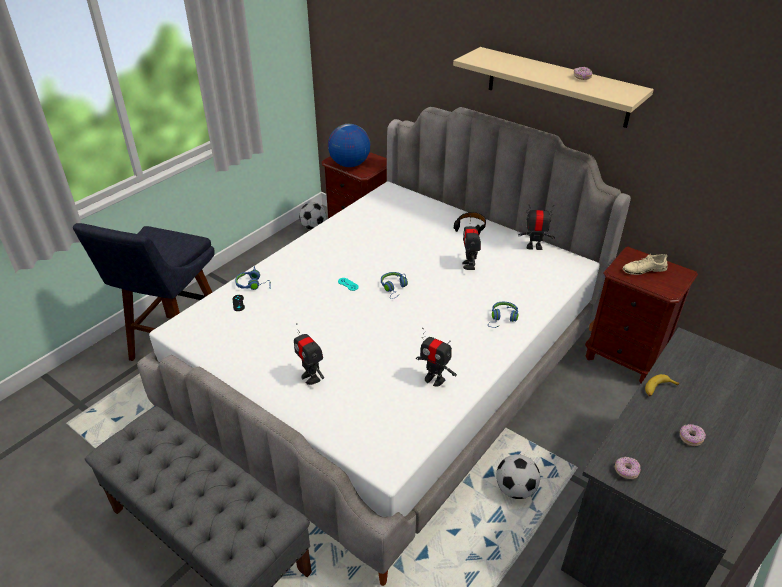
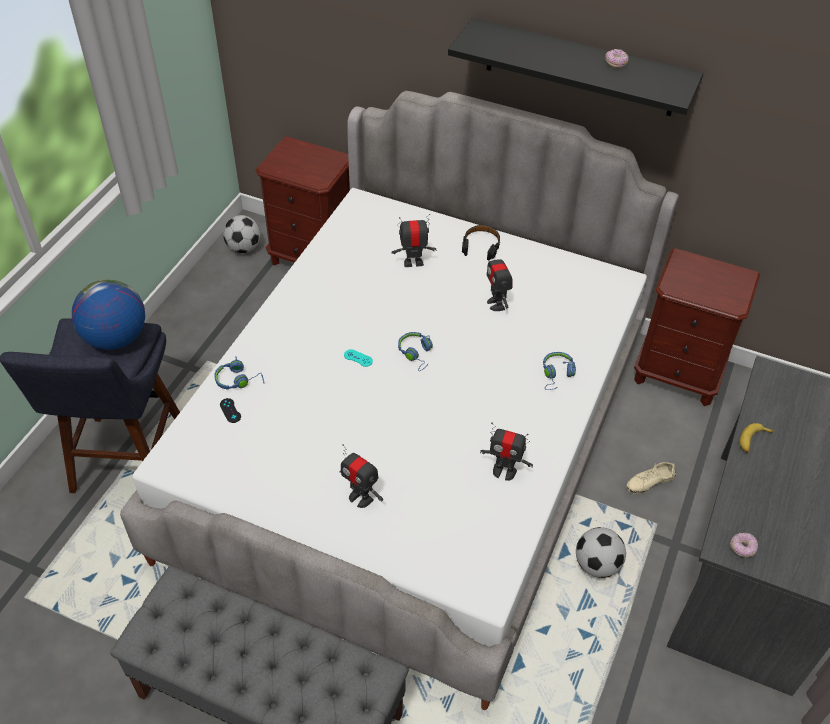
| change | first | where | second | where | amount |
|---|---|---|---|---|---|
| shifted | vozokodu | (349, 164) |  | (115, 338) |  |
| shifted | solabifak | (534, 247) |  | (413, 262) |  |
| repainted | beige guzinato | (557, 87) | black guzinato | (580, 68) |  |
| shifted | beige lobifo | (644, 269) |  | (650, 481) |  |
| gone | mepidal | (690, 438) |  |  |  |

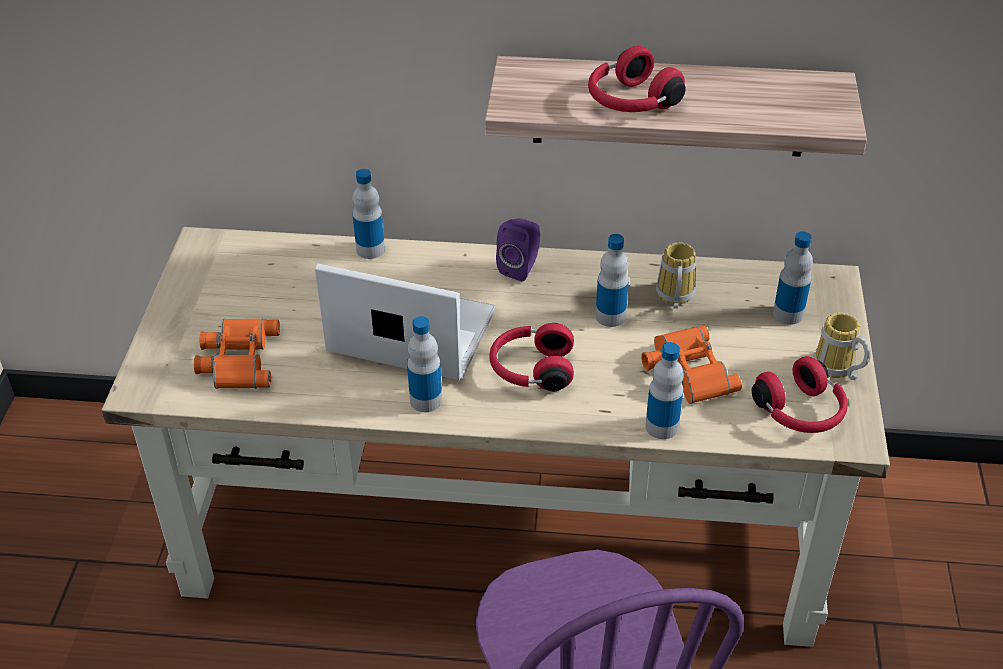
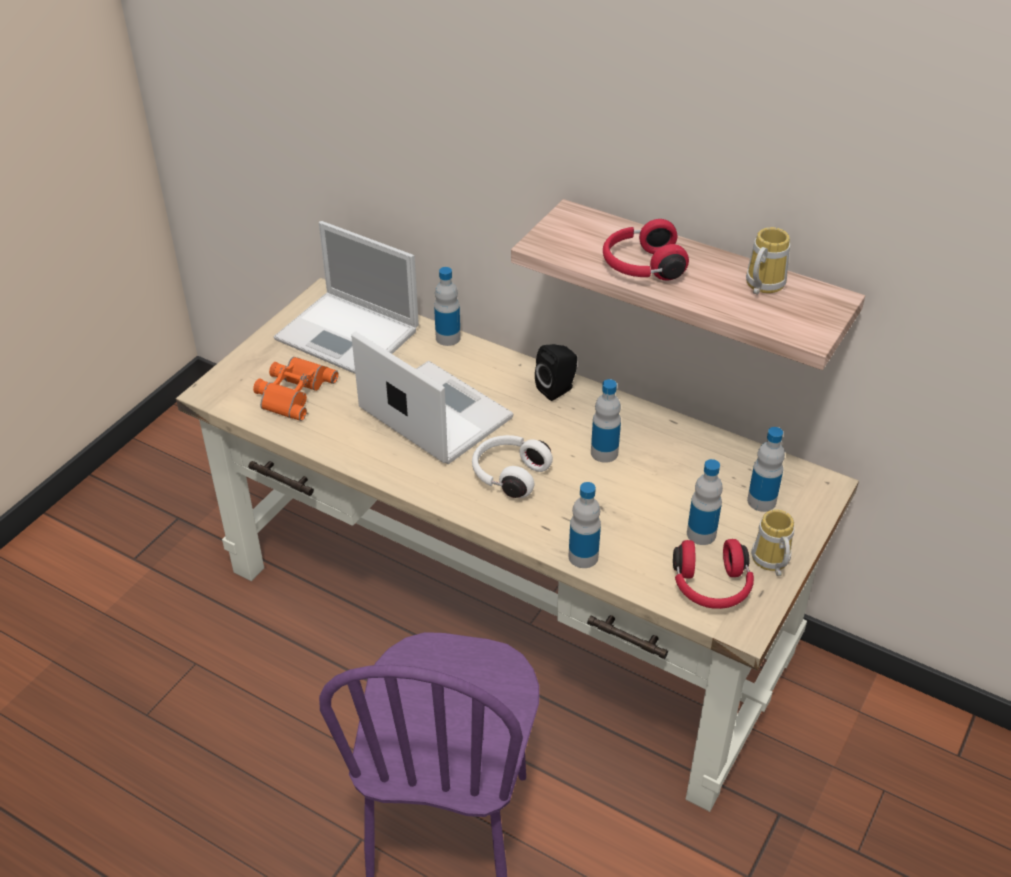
| change | first | where | second | where | amount |
|---|---|---|---|---|---|
| new |  |  | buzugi | (349, 335) |  |
| repainted | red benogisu | (531, 370) | white benogisu | (508, 474) |  |
| repainted | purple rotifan | (521, 267) | black rotifan | (558, 389) |  |
| shifted | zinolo | (426, 400) |  | (701, 534) |  |
| shifted | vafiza | (673, 297) |  | (760, 285) |  |
| gone | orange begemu | (685, 372) |  |  |  |

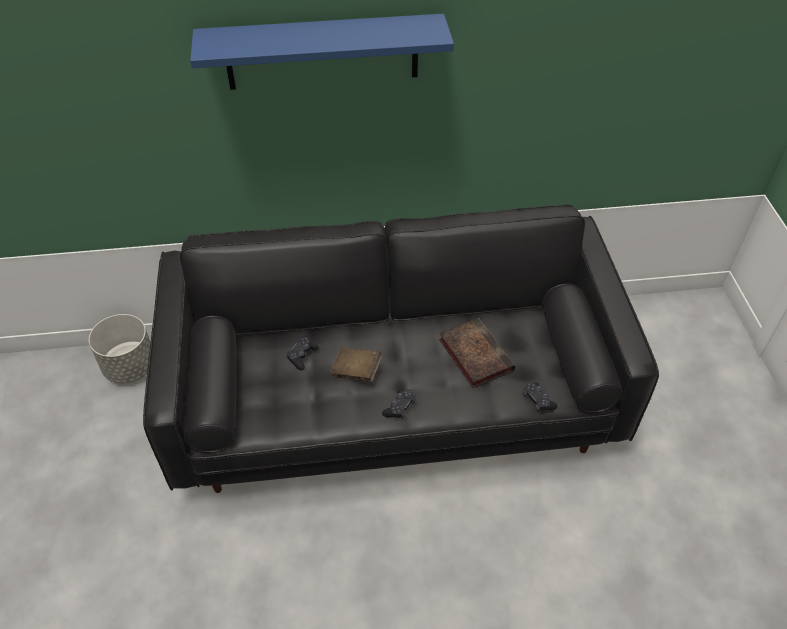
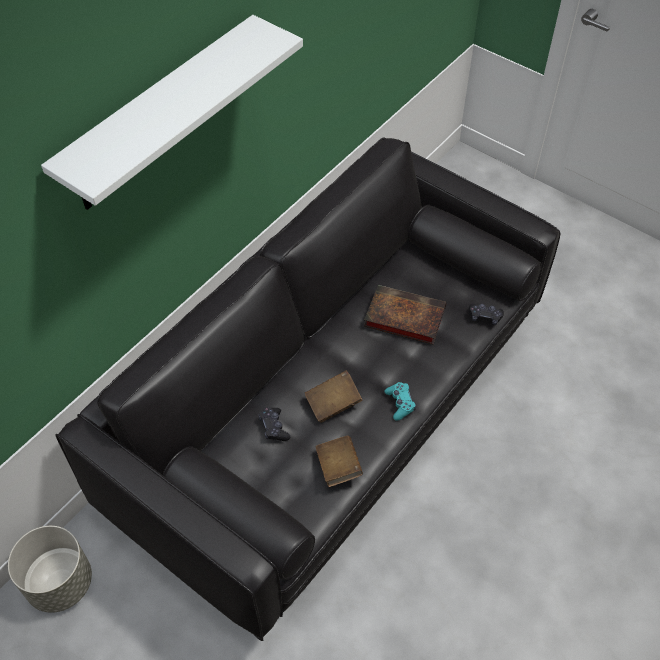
| change | first | where | second | where | amount |
|---|---|---|---|---|---|
| repainted | blue guzinato | (322, 52) | white guzinato | (161, 115) |  |
| new |  |  | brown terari | (338, 467) |  |
| repainted | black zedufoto | (399, 407) | turquoise zedufoto | (400, 403) |  |

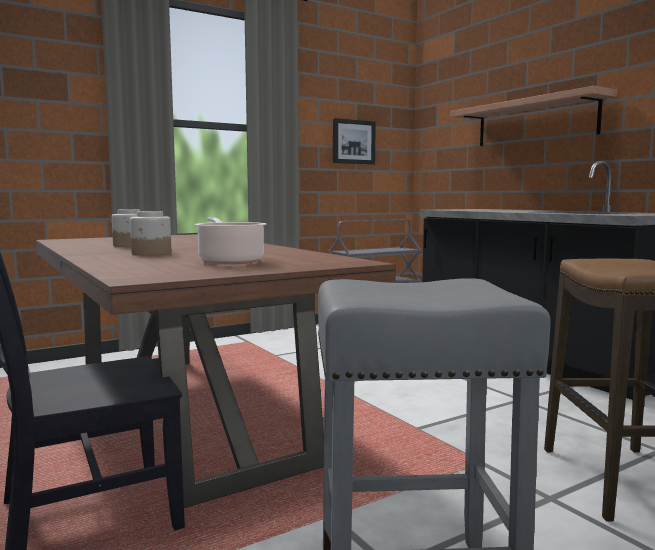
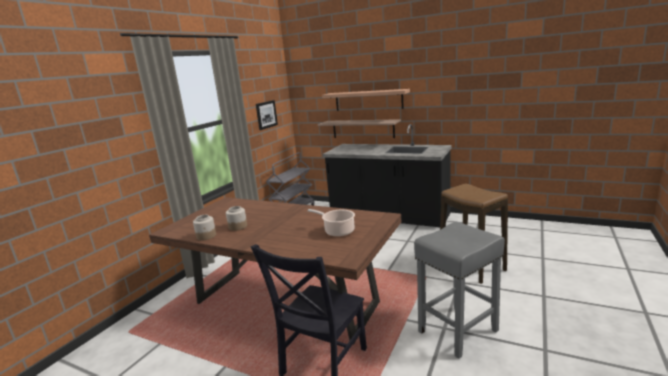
| change | first | where | second | where | amount |
|---|---|---|---|---|---|
| shifted | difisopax | (151, 253) |  | (206, 236) |  |
| new |  |  | guzinato | (363, 129) |  |

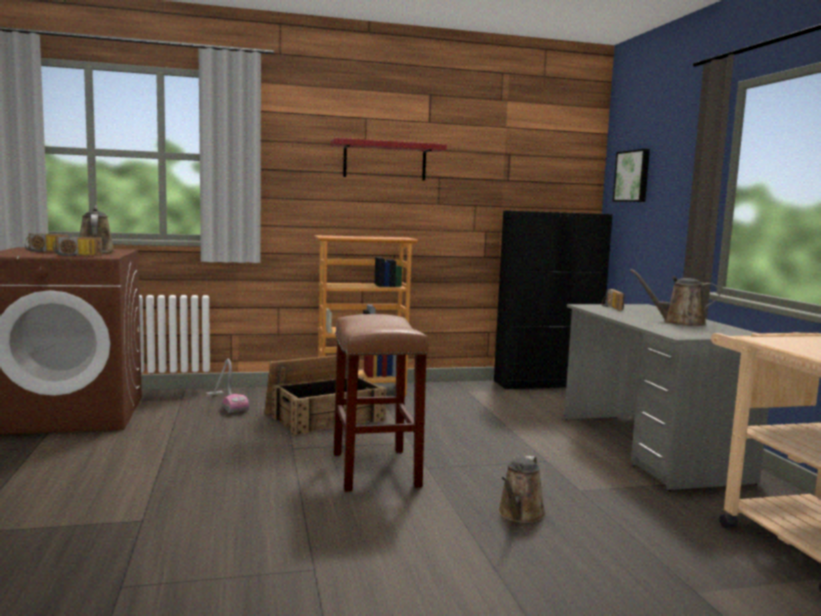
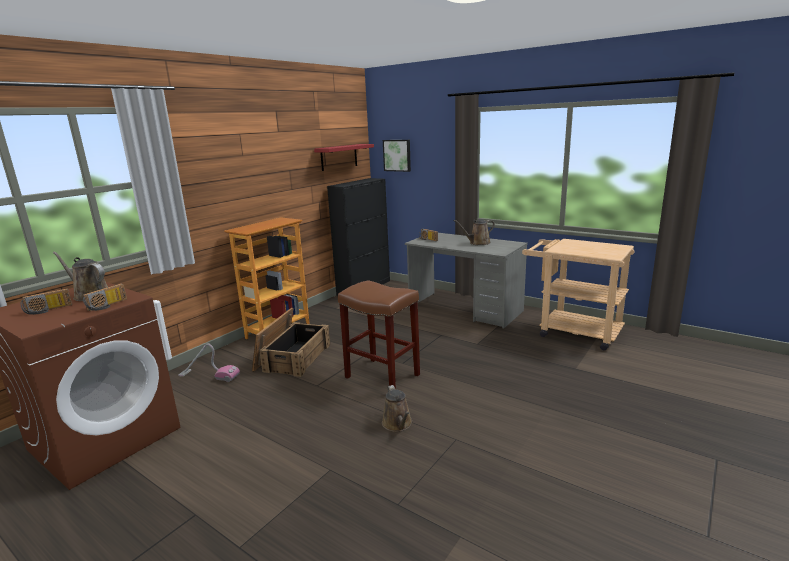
| change | first | where | second | where | amount |
|---|---|---|---|---|---|
| shifted | red guzinato | (385, 161) |  | (339, 157) |  |
| shifted | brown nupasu | (519, 514) |  | (398, 424) |  |

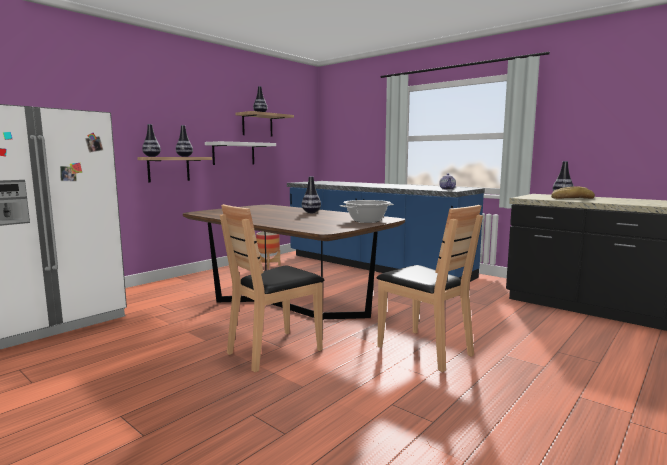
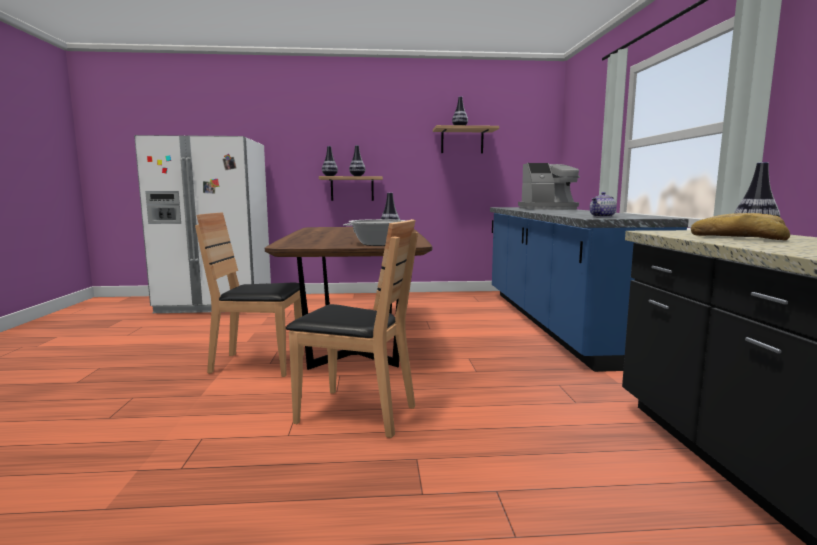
| change | first | where | second | where | amount |
|---|---|---|---|---|---|
| rotated | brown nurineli | (424, 350) |  | (356, 413) | 75 degrees counterclockwise |
| new |  |  | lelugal | (549, 209) |  |
| gone | white guzinato | (233, 153) |  |  |  |
| gone | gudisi | (268, 265) |  |  |  |

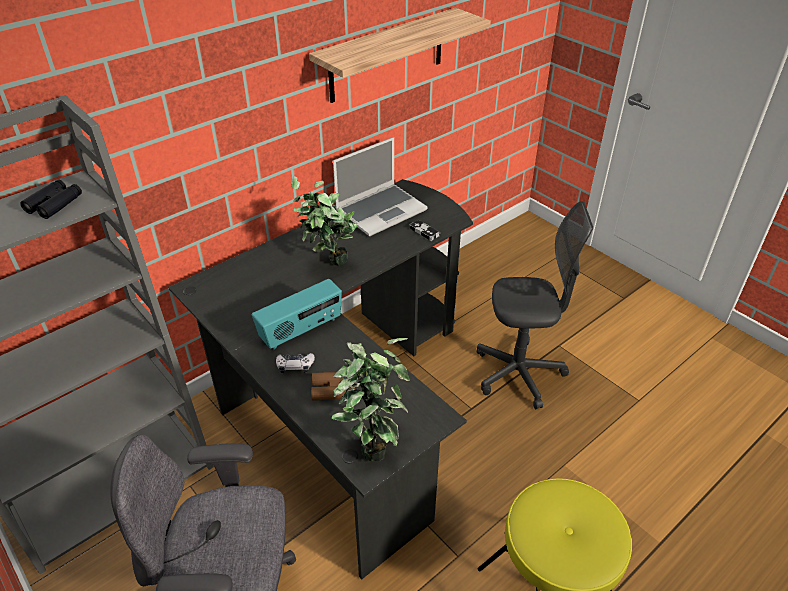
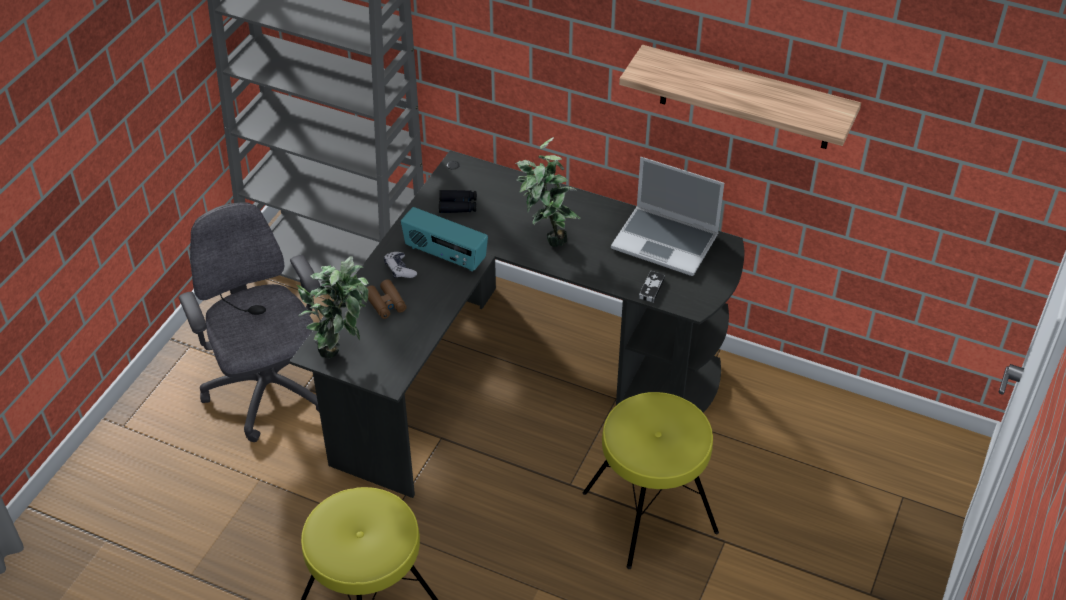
| change | first | where | second | where | amount |
|---|---|---|---|---|---|
| shifted | black begemu | (54, 204) |  | (458, 205) |  |
| swapped | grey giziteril | (518, 373) | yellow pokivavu | (649, 513) |  |

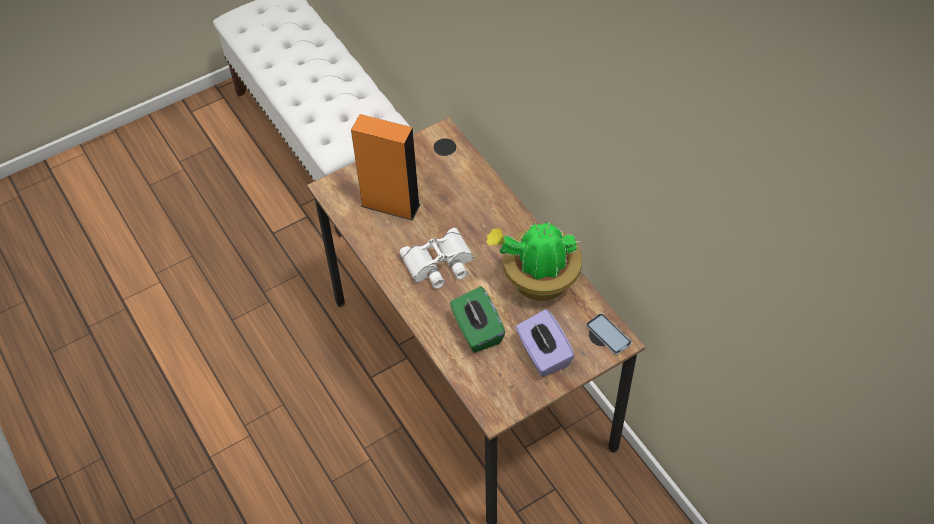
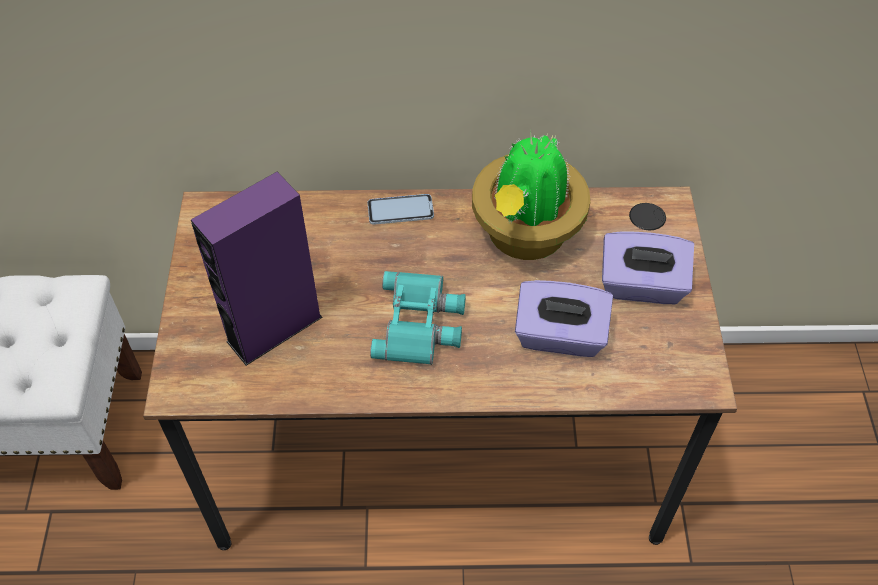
| change | first | where | second | where | amount |
|---|---|---|---|---|---|
| repainted | orange rotifan | (390, 205) | purple rotifan | (274, 329) |  |
| shifted | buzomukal | (608, 334) |  | (400, 210) |  |
| repainted | white begemu | (439, 264) | turquoise begemu | (420, 323) |  |
| repainted | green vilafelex | (477, 331) | purple vilafelex | (559, 336) |  |

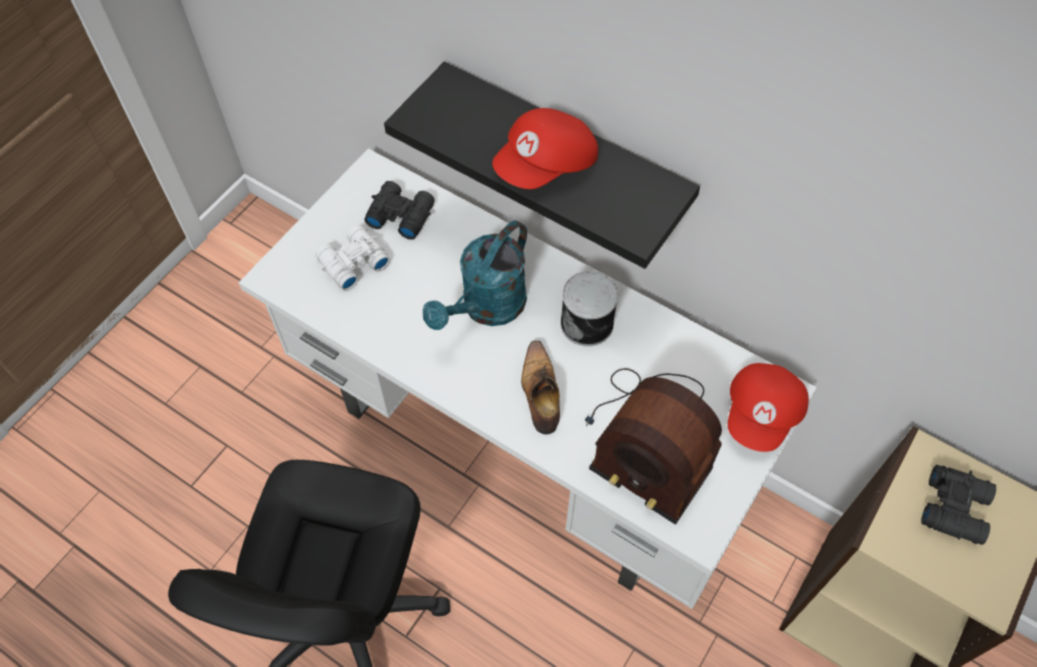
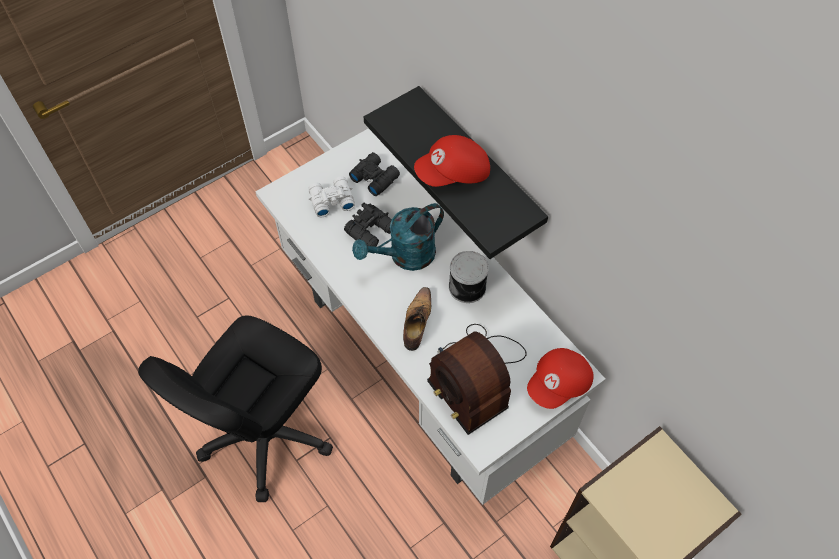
| change | first | where | second | where | amount |
|---|---|---|---|---|---|
| shifted | black begemu | (956, 507) |  | (372, 231) |  |

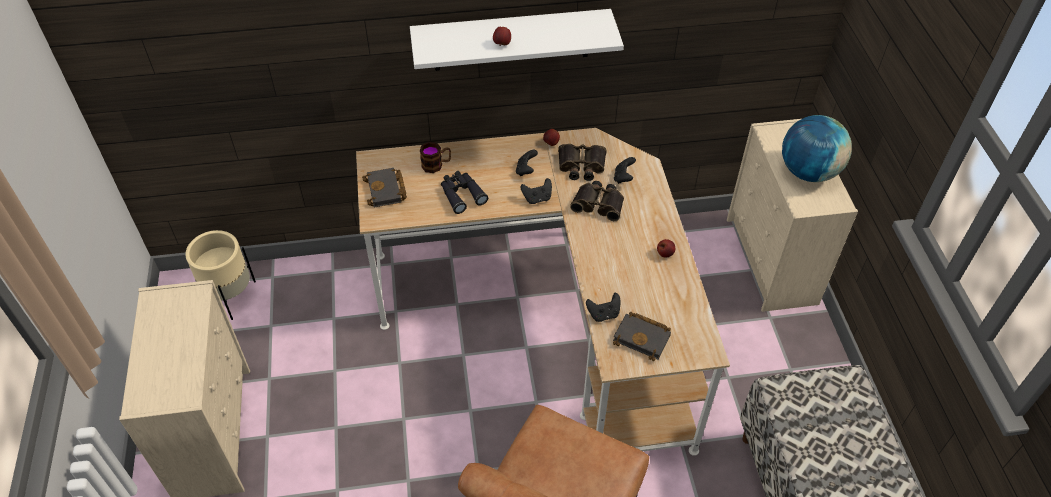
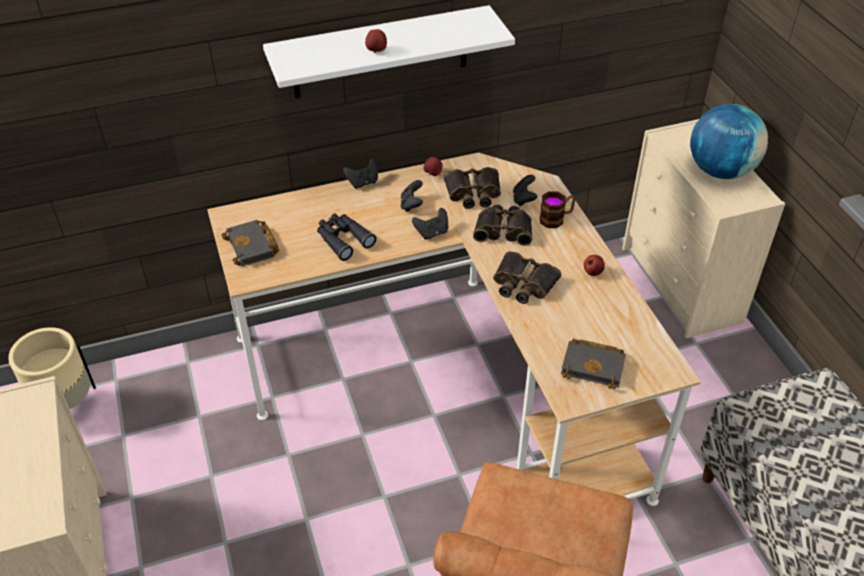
| change | first | where | second | where | amount |
|---|---|---|---|---|---|
| shifted | black zedufoto | (603, 314) |  | (363, 183) |  |
| new |  |  | begemu | (522, 284) |  |
| shifted | vafiza | (436, 165) |  | (556, 219) |  |

